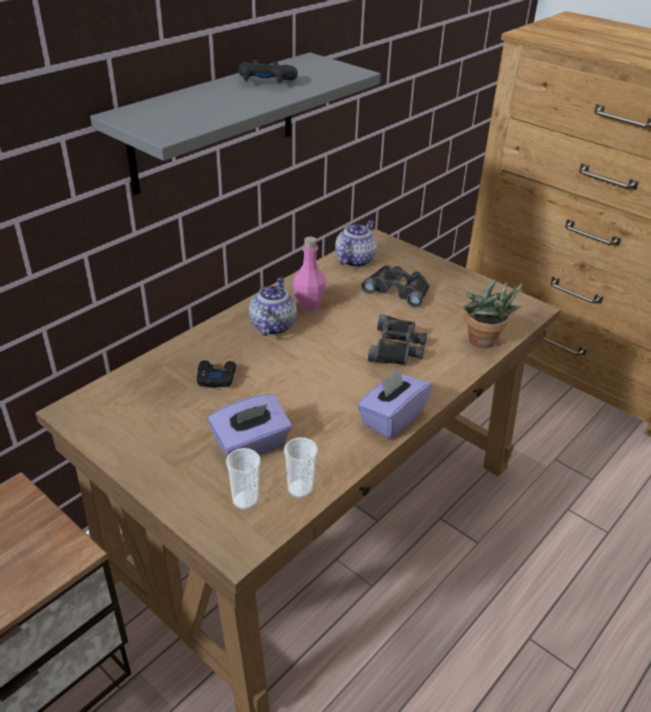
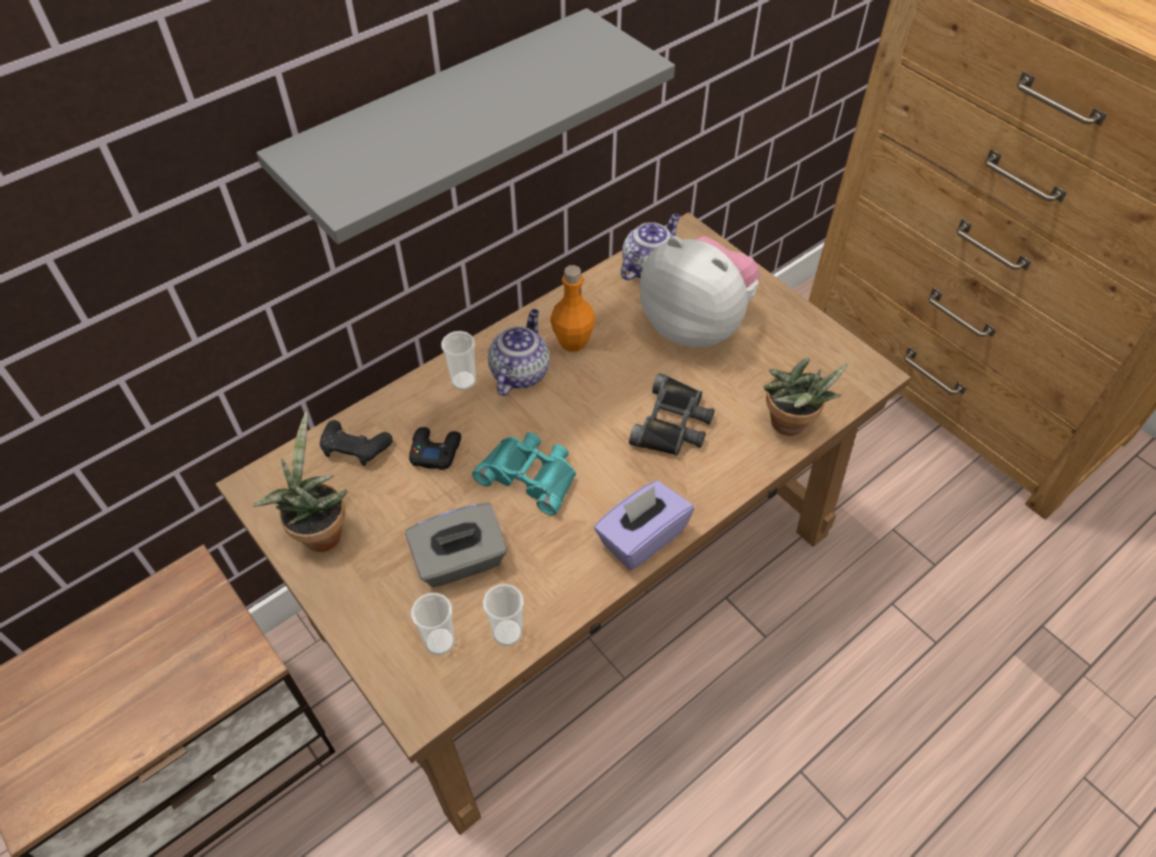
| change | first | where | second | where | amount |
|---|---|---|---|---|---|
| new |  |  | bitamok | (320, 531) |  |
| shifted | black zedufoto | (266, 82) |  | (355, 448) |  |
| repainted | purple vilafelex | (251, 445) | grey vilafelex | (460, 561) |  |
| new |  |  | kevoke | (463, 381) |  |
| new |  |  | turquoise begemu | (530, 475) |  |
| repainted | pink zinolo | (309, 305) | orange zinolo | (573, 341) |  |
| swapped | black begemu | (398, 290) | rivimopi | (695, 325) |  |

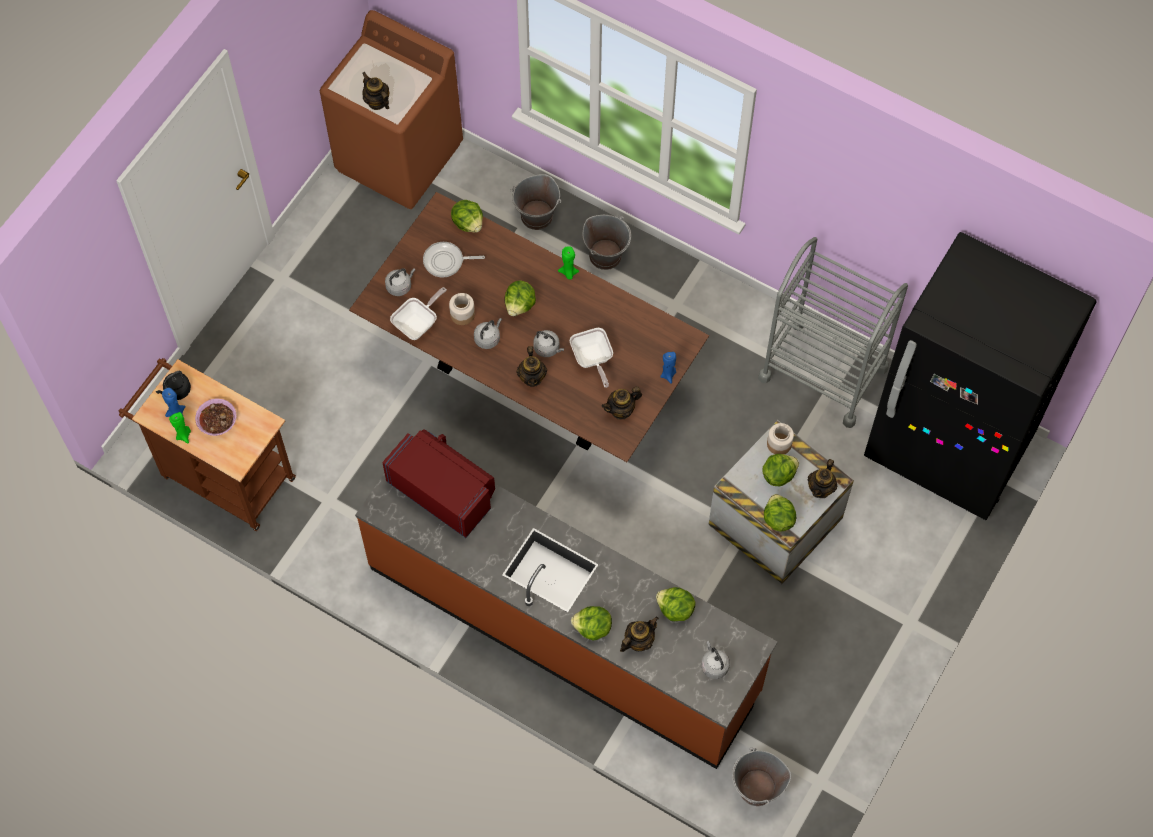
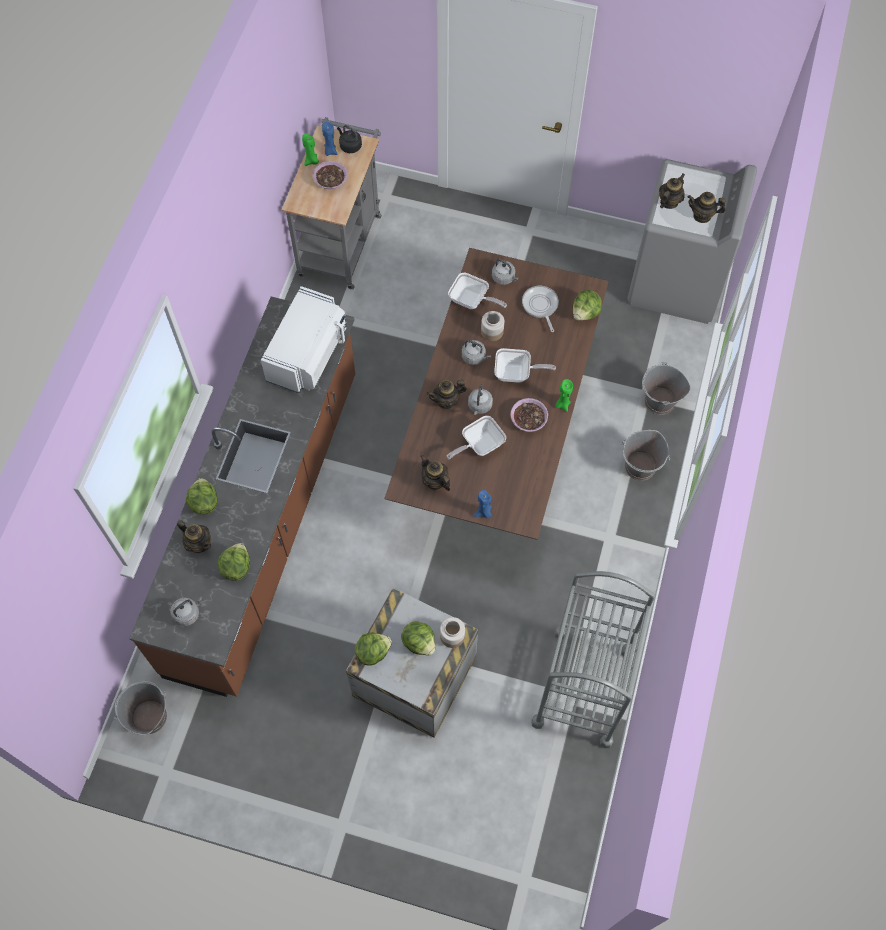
| change | first | where | second | where | amount |
|---|---|---|---|---|---|
| repainted | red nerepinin | (443, 491) | white nerepinin | (308, 354) |  |
| repainted | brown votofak | (221, 475) | grey votofak | (341, 240) |  |
| swapped | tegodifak | (520, 305) | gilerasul | (516, 373) |  |
| new |  |  | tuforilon | (529, 418) |  |
| repainted | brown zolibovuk | (399, 157) | grey zolibovuk | (676, 282) |  |
| shifted | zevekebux | (821, 488) |  | (702, 216) |  |
| gone | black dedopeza | (949, 447) |  |  |  |

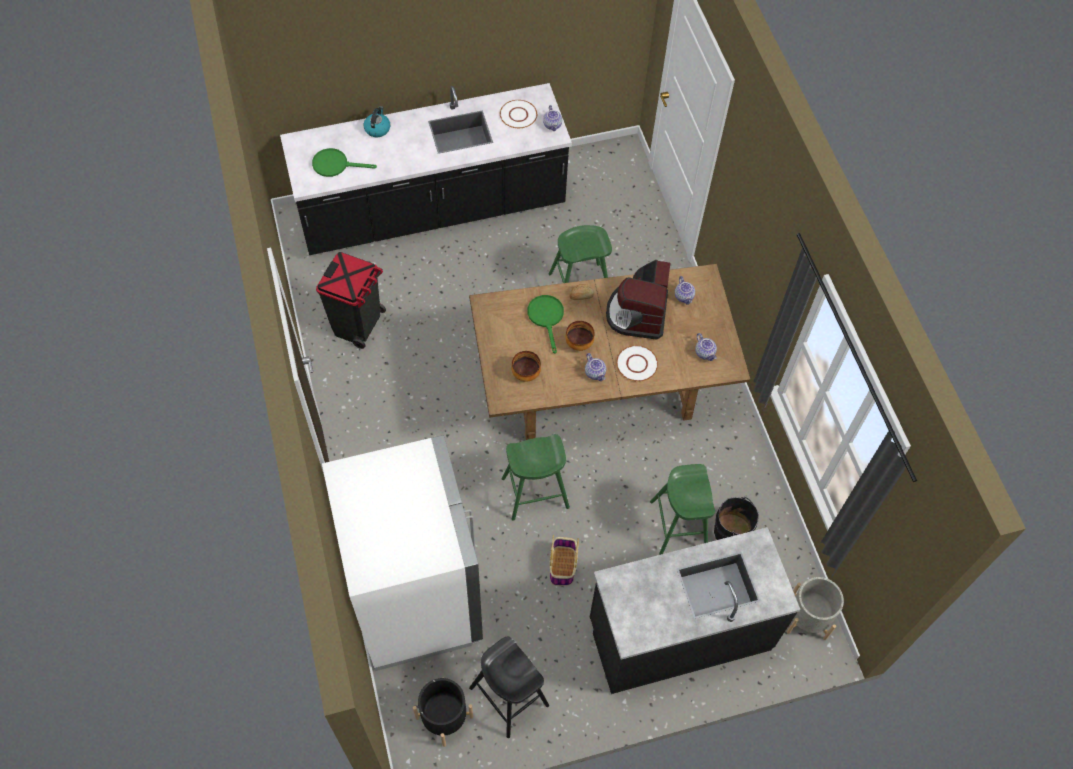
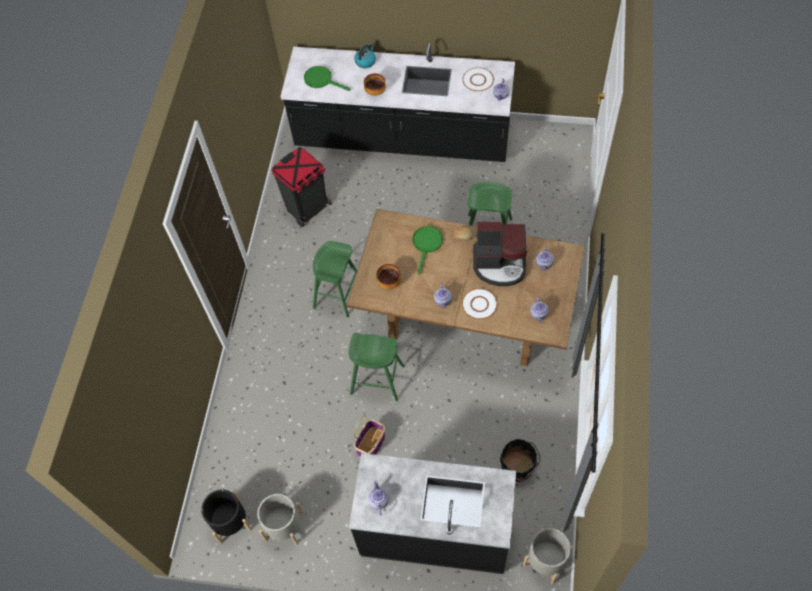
| change | first | where | second | where | amount |
|---|---|---|---|---|---|
| swapped | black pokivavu | (509, 697) | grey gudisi | (284, 526) |  |
| shifted | green pokivavu | (678, 525) |  | (337, 293) |  |
| shifted | tuforilon | (578, 343) |  | (375, 92) |  |
| new |  |  | zevekebux | (378, 501) |  |
| rotated | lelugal | (637, 313) |  | (500, 264) | 120 degrees counterclockwise |
| gone | white dedopeza | (416, 598) |  |  |  |

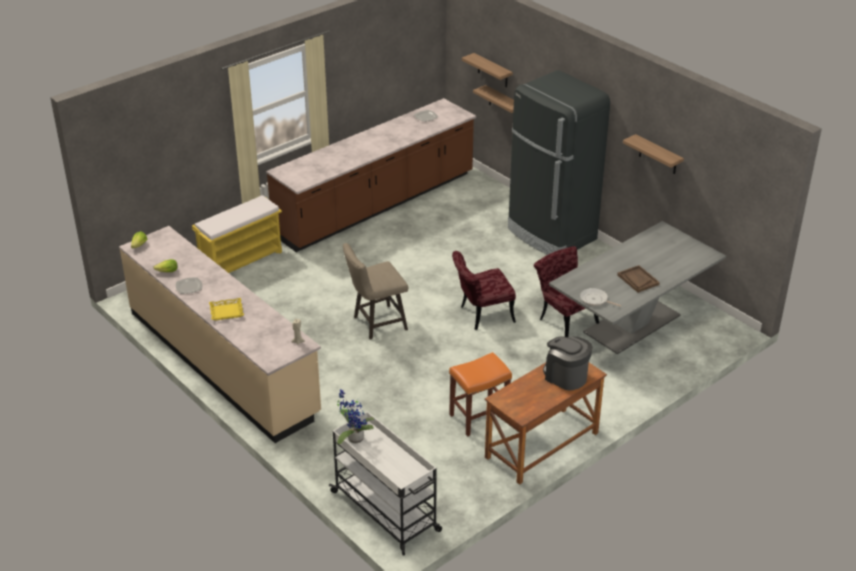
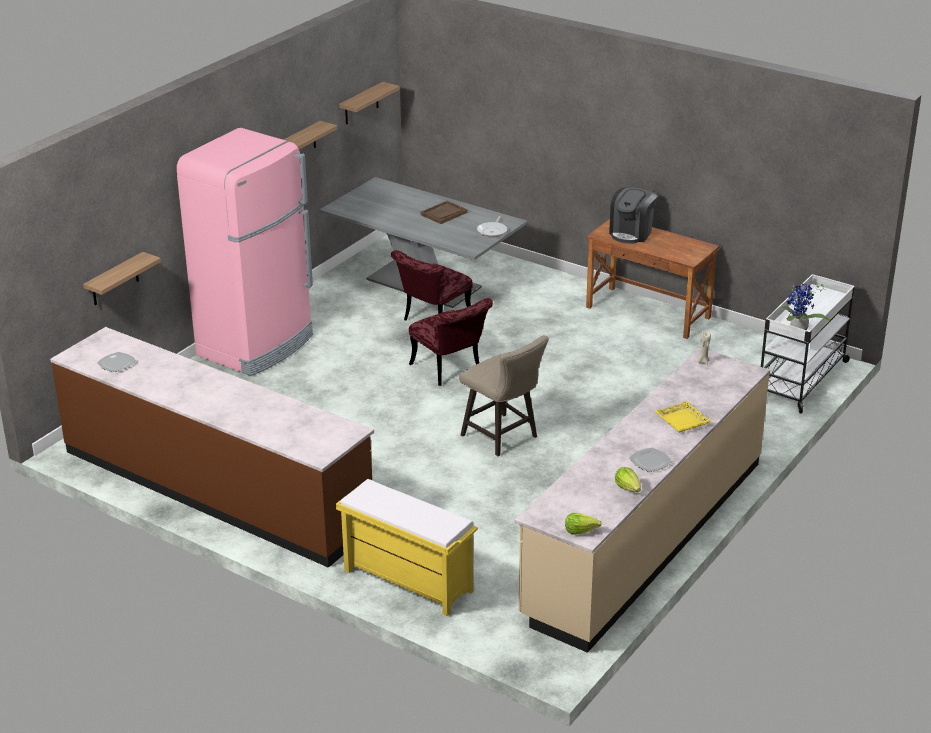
| change | first | where | second | where | amount |
|---|---|---|---|---|---|
| repainted | black dedopeza | (551, 234) | pink dedopeza | (257, 346) |  |
| shifted | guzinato | (492, 71) |  | (361, 104) |  |
| gone | orange pokivavu | (479, 417) |  |  |  |

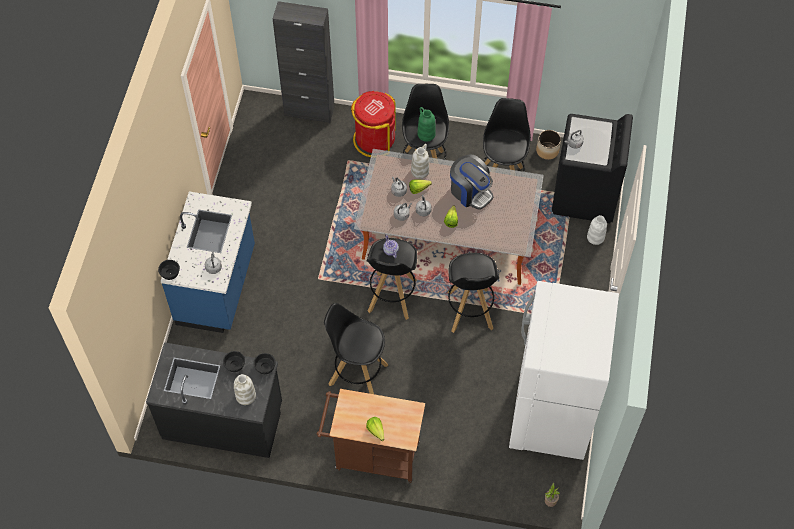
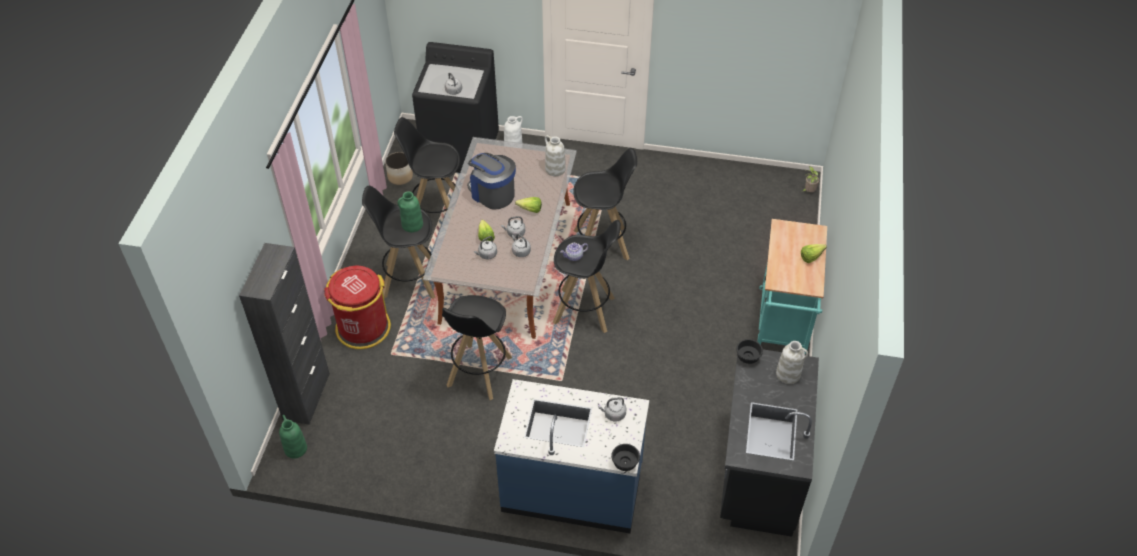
| change | first | where | second | where | amount |
|---|---|---|---|---|---|
| new |  |  | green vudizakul | (295, 448) |  |
| shifted | black pokivavu | (357, 374) |  | (479, 372) |  |
| rotated | lelugal | (470, 192) |  | (492, 193) | 90 degrees counterclockwise |
| shifted | white vudizakul | (420, 171) |  | (555, 169) |  |
| repainted | brown votofak | (372, 455) | turquoise votofak | (782, 327) |  |
| gone | black tuforilon | (235, 366) |  |  |  |
| gone | white dedopeza | (551, 415) |  |  |  |

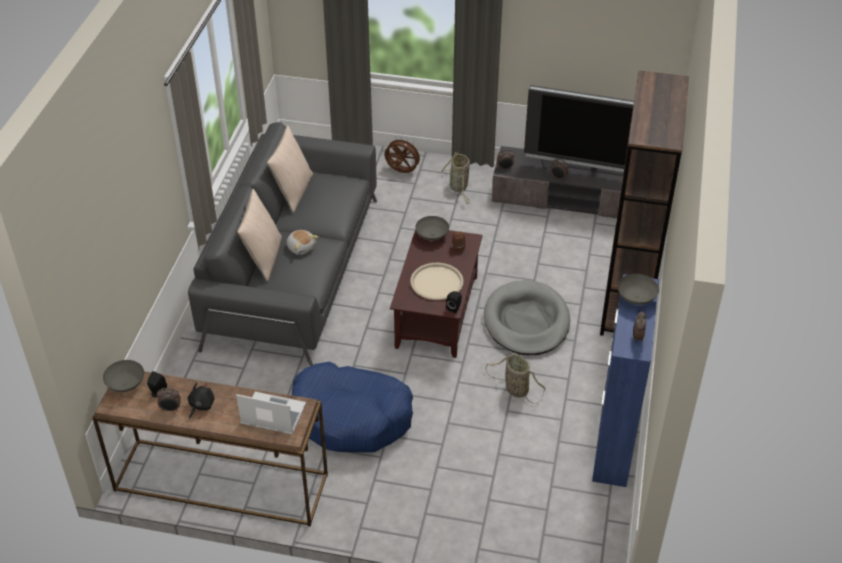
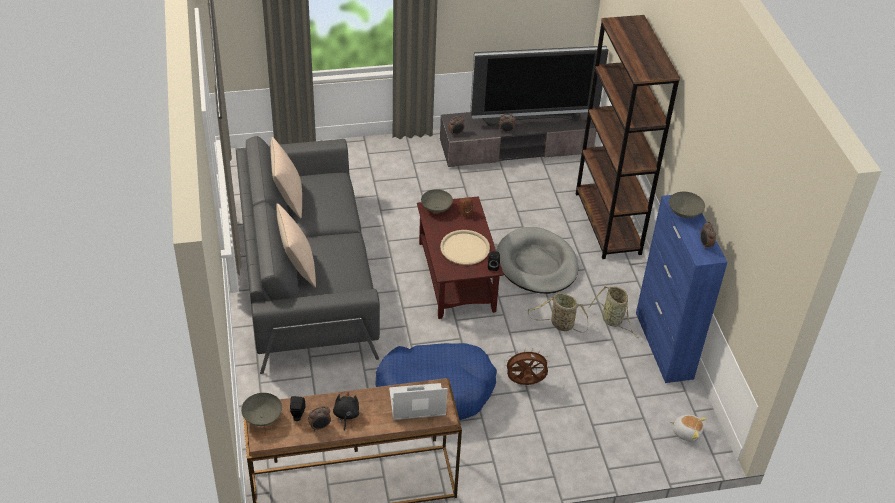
| change | first | where | second | where | amount |
|---|---|---|---|---|---|
| shifted | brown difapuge | (402, 172) |  | (525, 383) |  |
| shifted | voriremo | (459, 188) |  | (613, 321) |  |
| shifted | rivimopi | (301, 247) |  | (686, 432) |  |

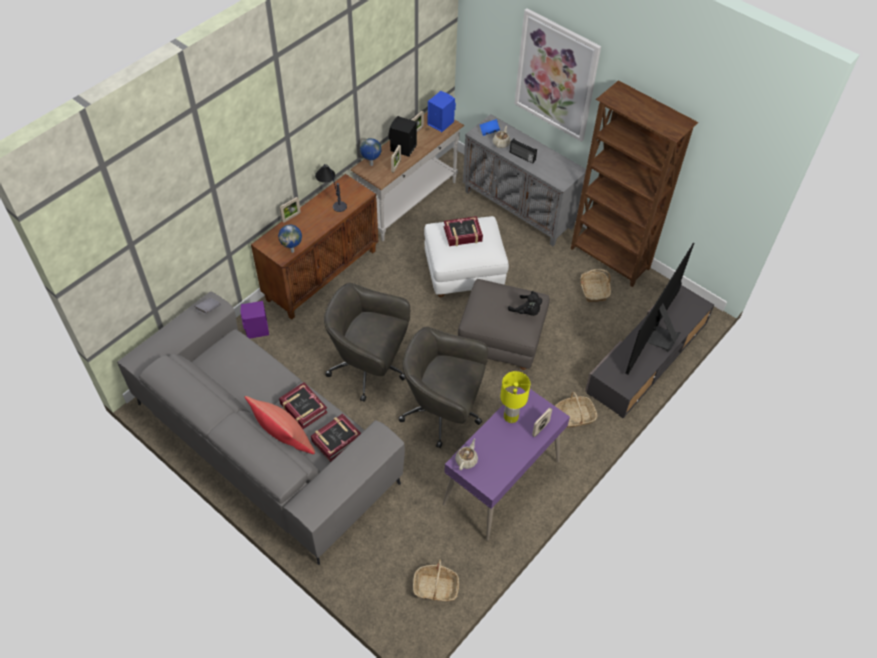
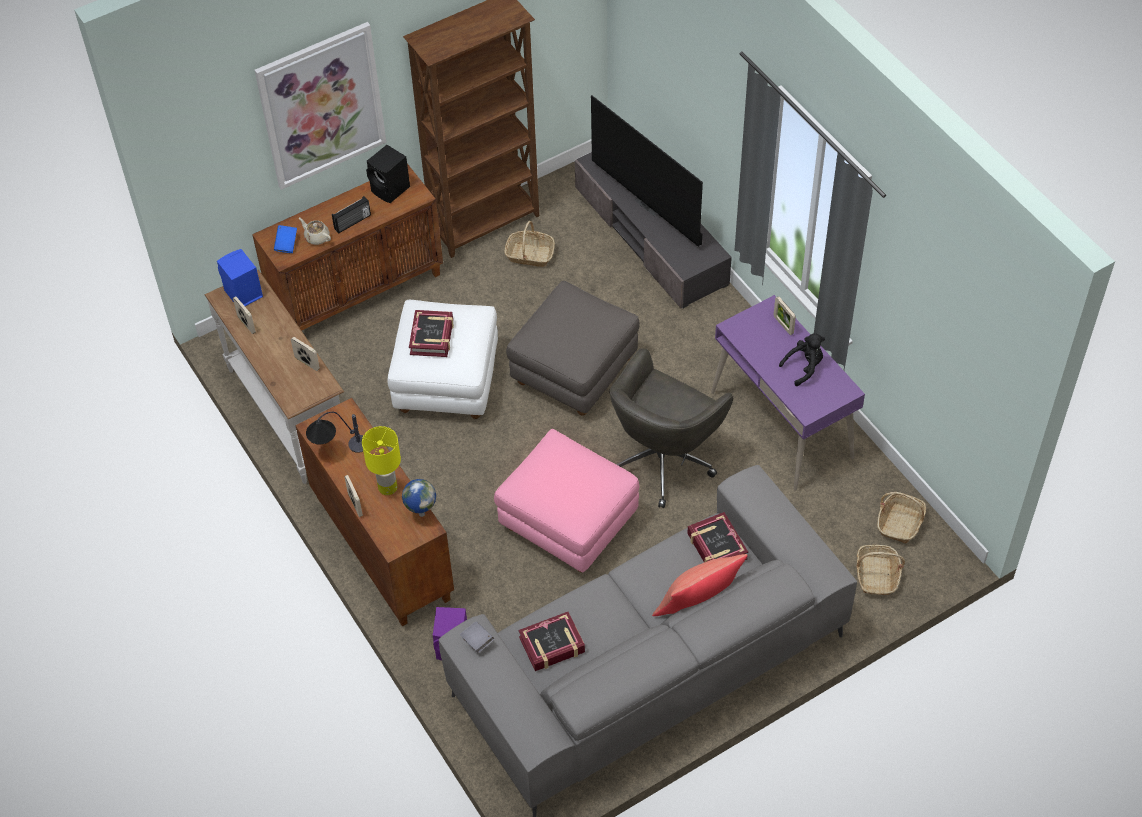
| change | first | where | second | where | amount |
|---|---|---|---|---|---|
| repainted | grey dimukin | (519, 209) | brown dimukin | (358, 291) |  |
| shifted | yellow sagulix | (511, 417) |  | (388, 487) |  |
| shifted | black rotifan | (402, 148) |  | (391, 190) |  |
| swapped | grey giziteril | (369, 368) | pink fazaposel | (568, 523) |  |
| shifted | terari | (303, 408) |  | (552, 645) |  |
| shifted | black rivimopi | (527, 311) |  | (804, 367) |  |
| shifted | voriremo | (574, 416) |  | (876, 575) |  |
| gone | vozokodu | (371, 165) |  |  |  |
| gone | beige zevekebux | (466, 460) |  |  |  |

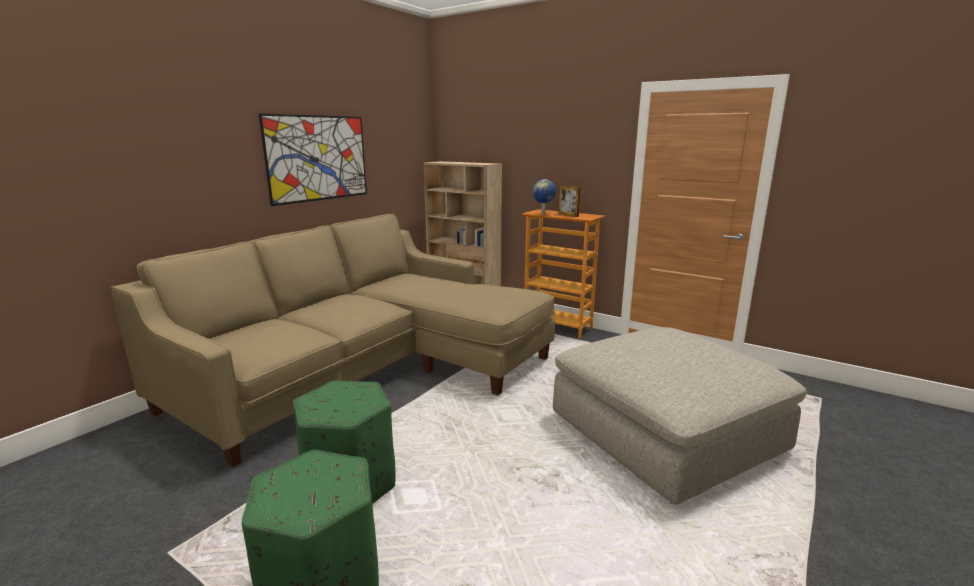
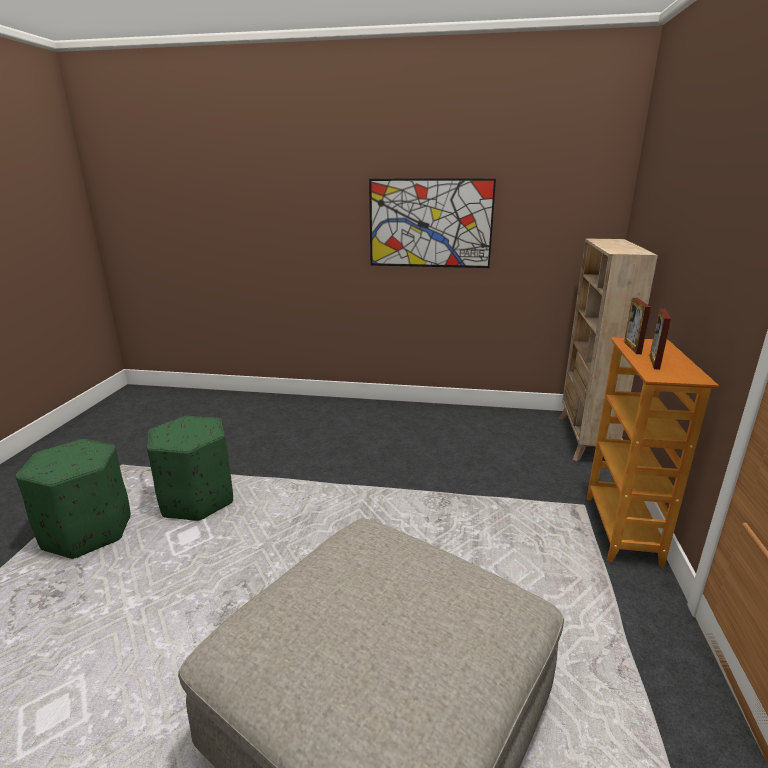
| change | first | where | second | where | amount |
|---|---|---|---|---|---|
| swapped | vozokodu | (543, 214) | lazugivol | (632, 348) |  |
| gone | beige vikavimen | (369, 369) |  |  |  |

